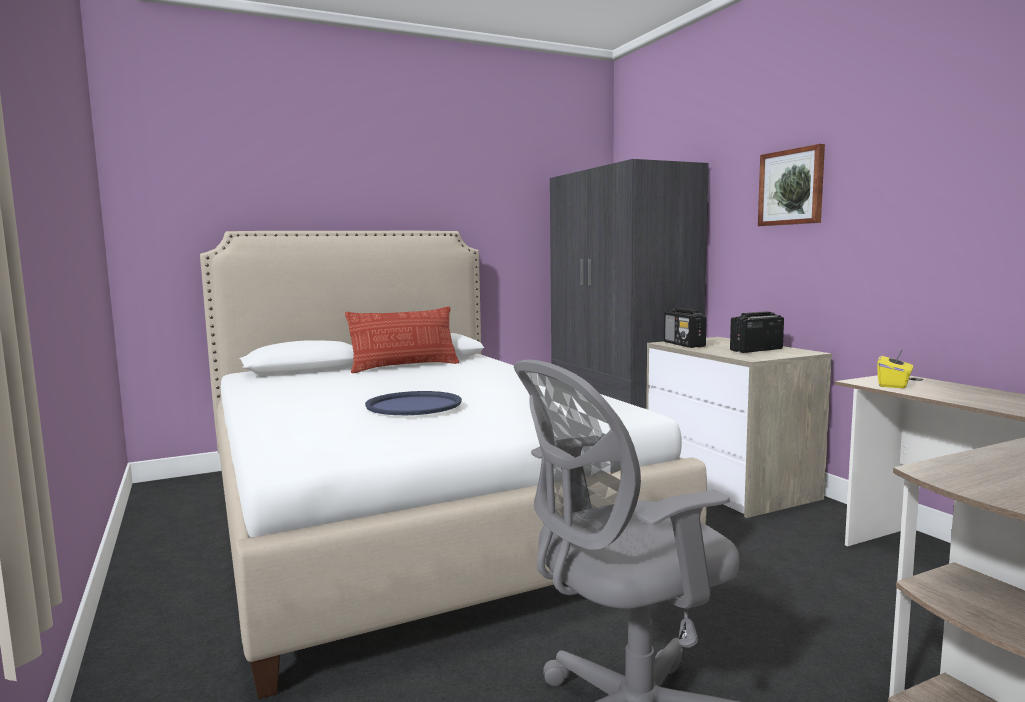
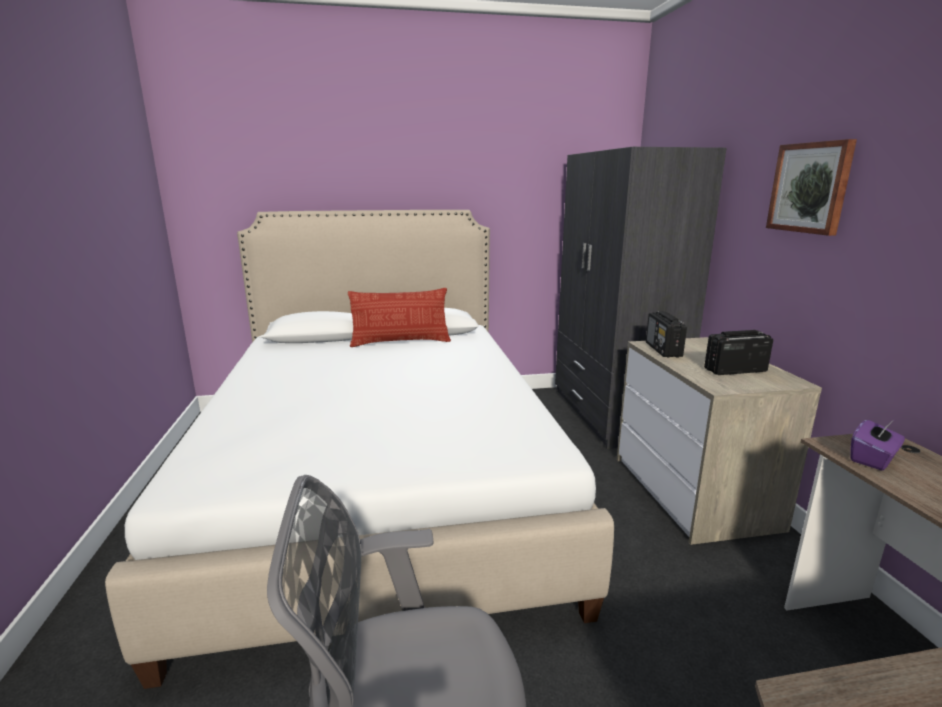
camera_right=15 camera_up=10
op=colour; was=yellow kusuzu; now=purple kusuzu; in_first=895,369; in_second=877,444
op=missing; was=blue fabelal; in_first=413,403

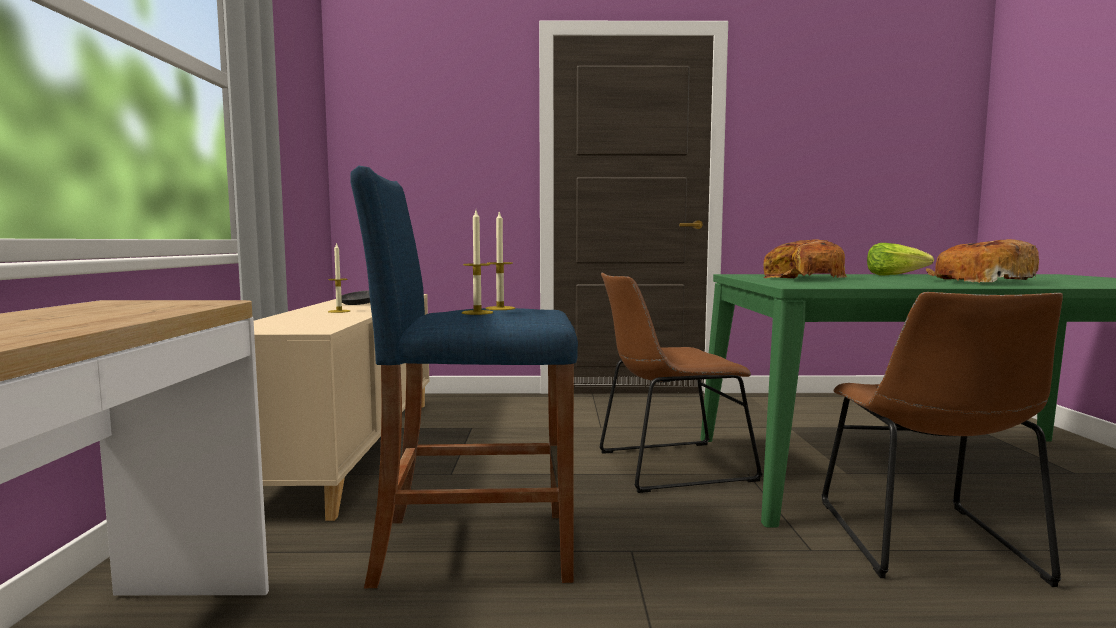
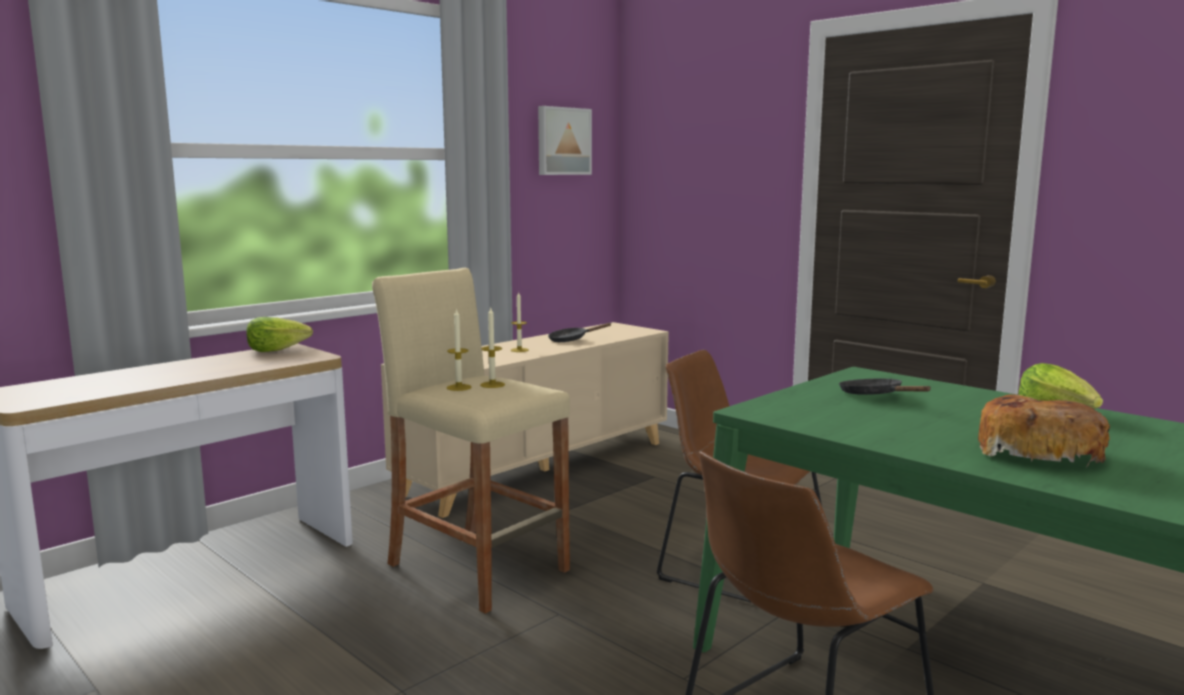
camera_right=45 camera_up=5
op=colour; was=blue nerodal; now=beige nerodal; in_first=464,377; in_second=471,441
op=exchanged; was=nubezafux; now=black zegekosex; in_first=805,259; in_second=885,387
op=appeared; now=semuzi; in_second=565,140
op=appeared; now=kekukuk; in_second=279,334

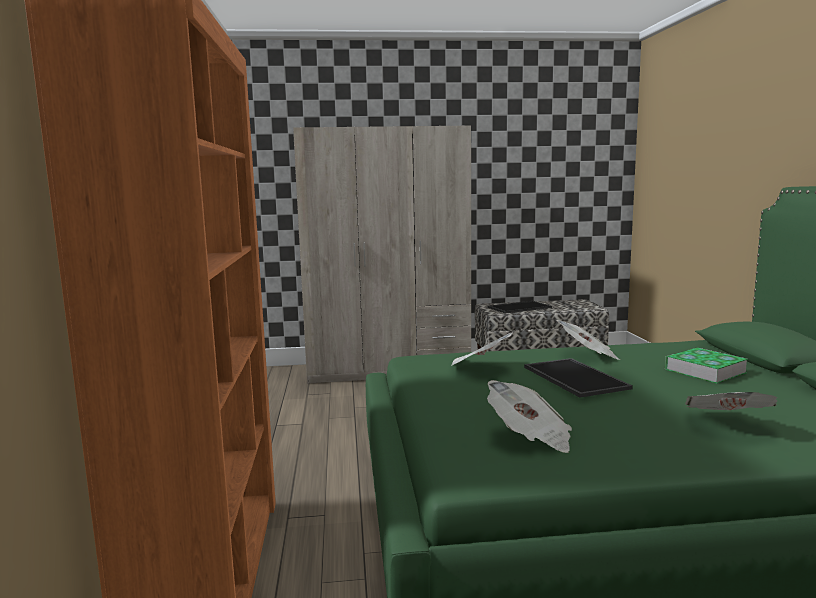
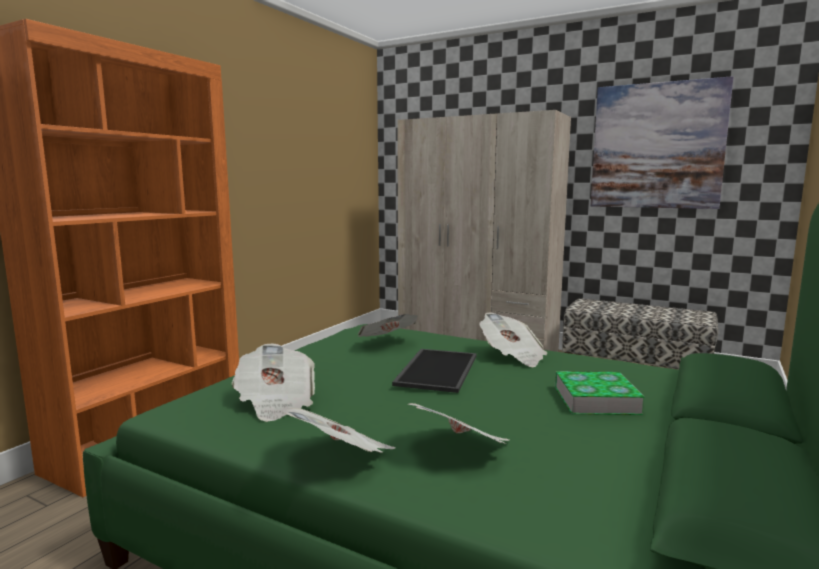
camera_right=35 camera_up=0
op=missing; was=fabelal; in_first=520,307
op=appeared; now=semuzi; in_second=661,142
op=appeared; now=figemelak; in_second=339,430

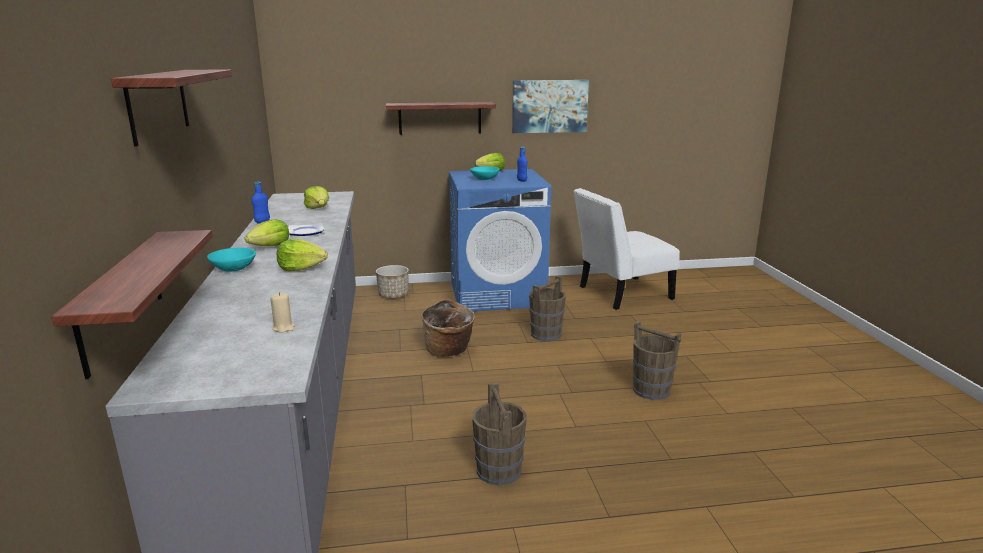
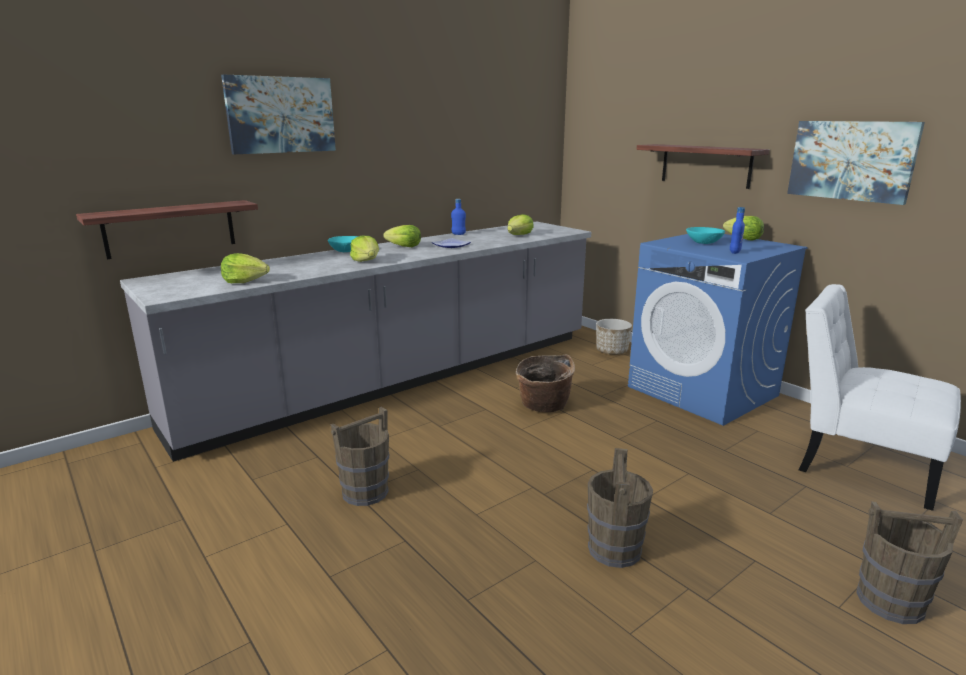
camera_right=60 camera_up=0
op=exchanged; was=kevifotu; now=semuzi; in_first=171,108; in_second=278,114
op=relocated; was=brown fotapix; in_first=547,308; in_second=909,562
op=exchanged; was=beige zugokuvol; now=kekukuk; in_first=282,312; in_second=245,268

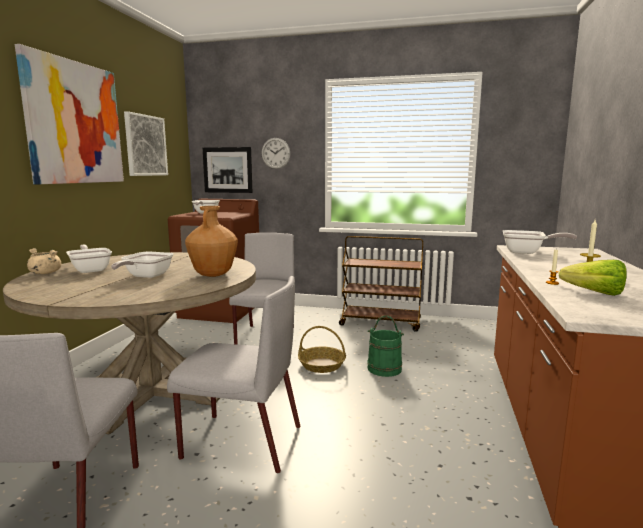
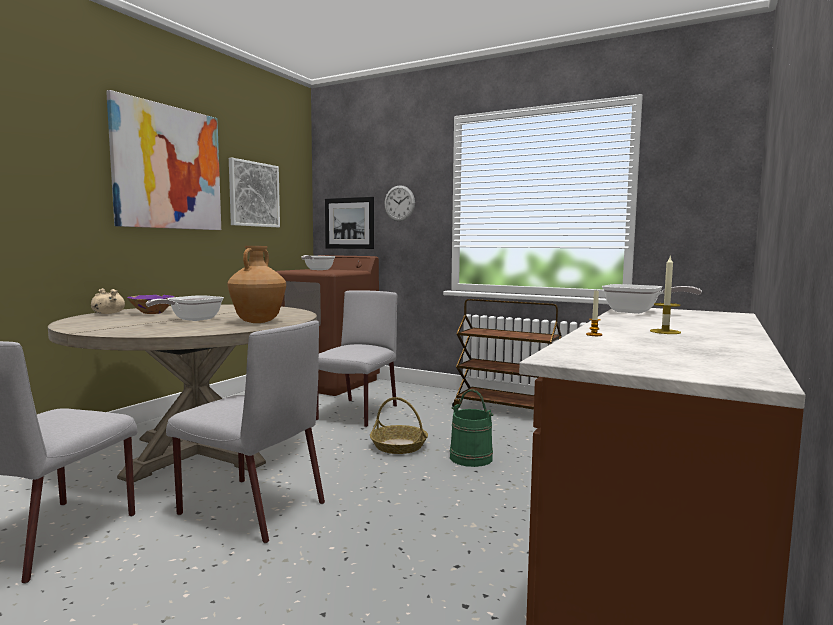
camera_right=15 camera_up=-5
op=exchanged; was=zegekosex; now=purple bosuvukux; in_first=89,259; in_second=151,304
op=missing; was=kekukuk; in_first=593,278

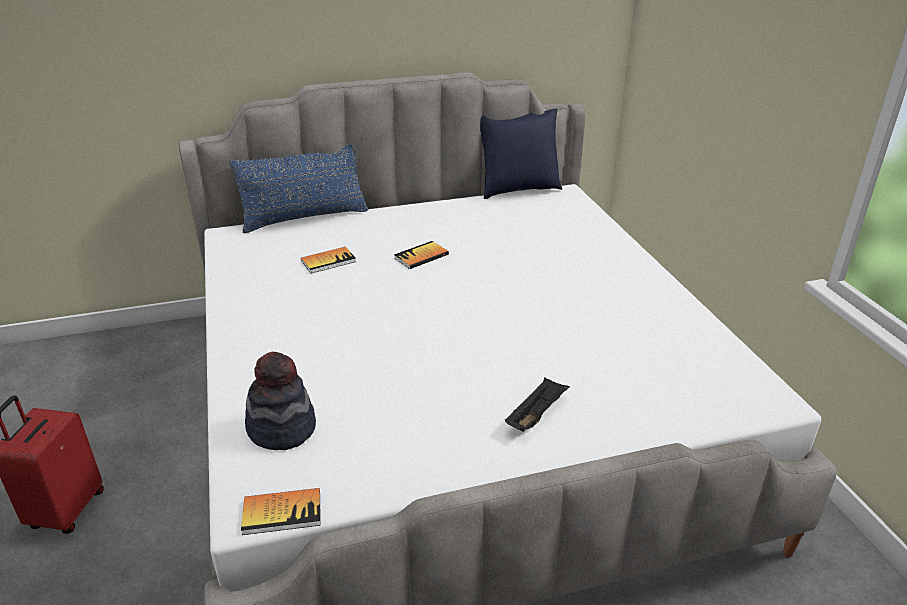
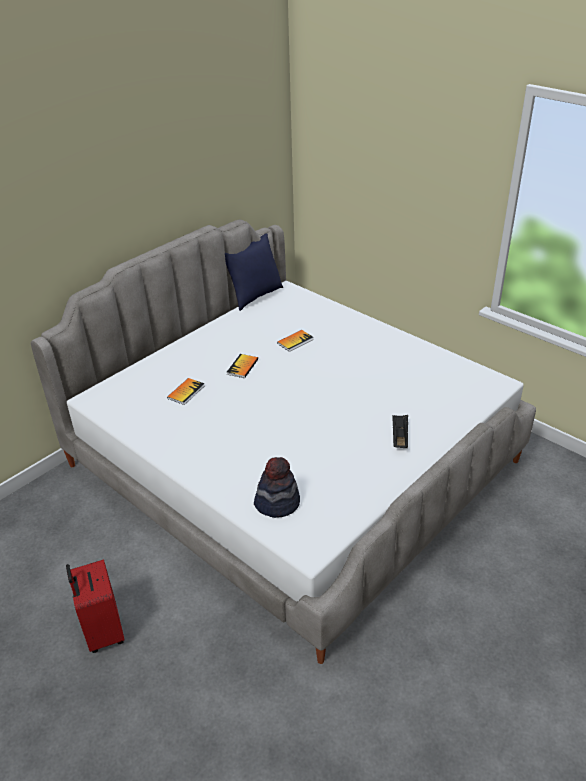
camera_right=-30 camera_up=5
op=missing; was=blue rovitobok; in_first=298,188
op=relocated; was=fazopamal; in_first=281,511; in_second=295,341

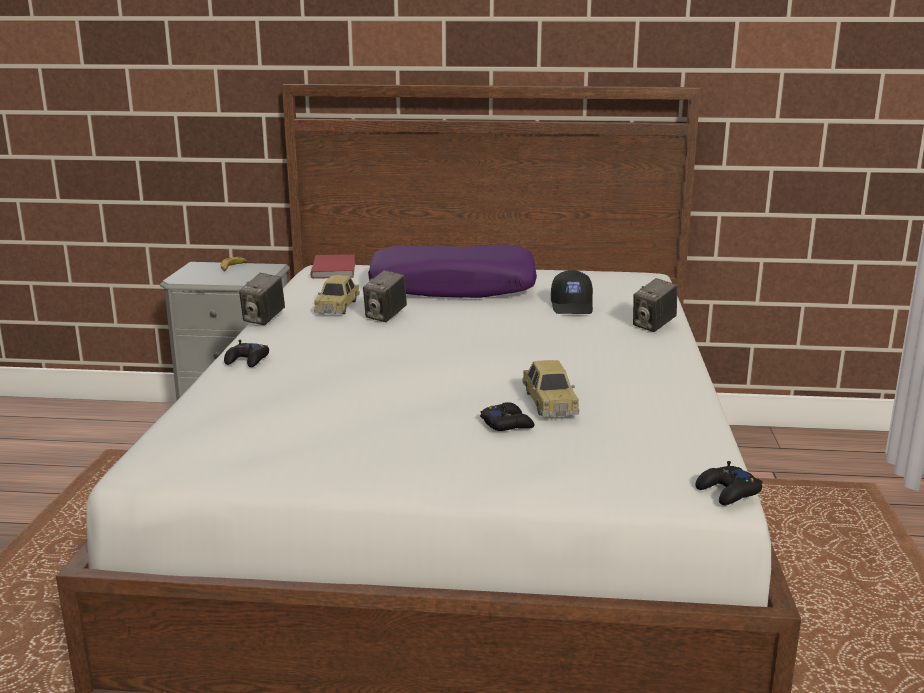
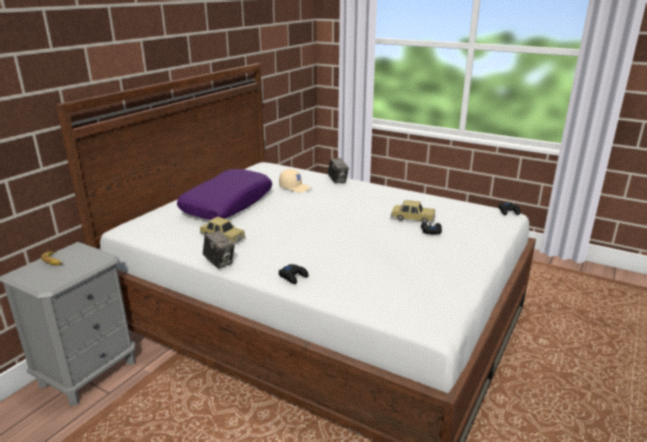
camera_right=-65 camera_up=5
op=missing; was=red fazopamal; in_first=332,266
op=missing; was=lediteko; in_first=385,296
op=colour; was=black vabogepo; now=beige vabogepo; in_first=572,292; in_second=295,180

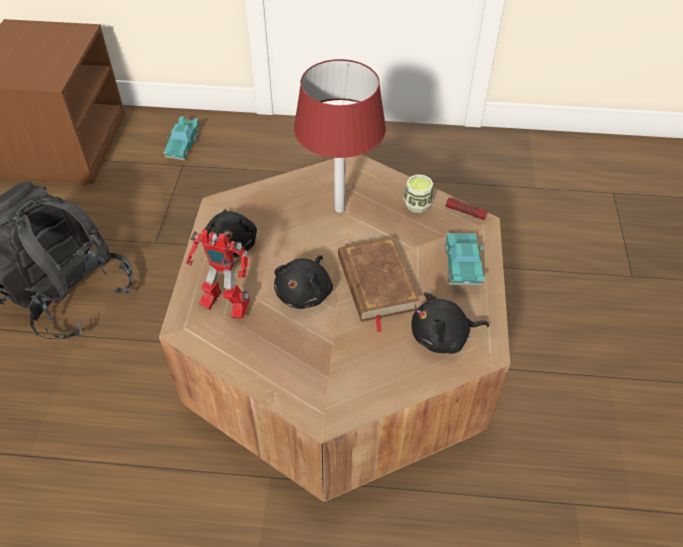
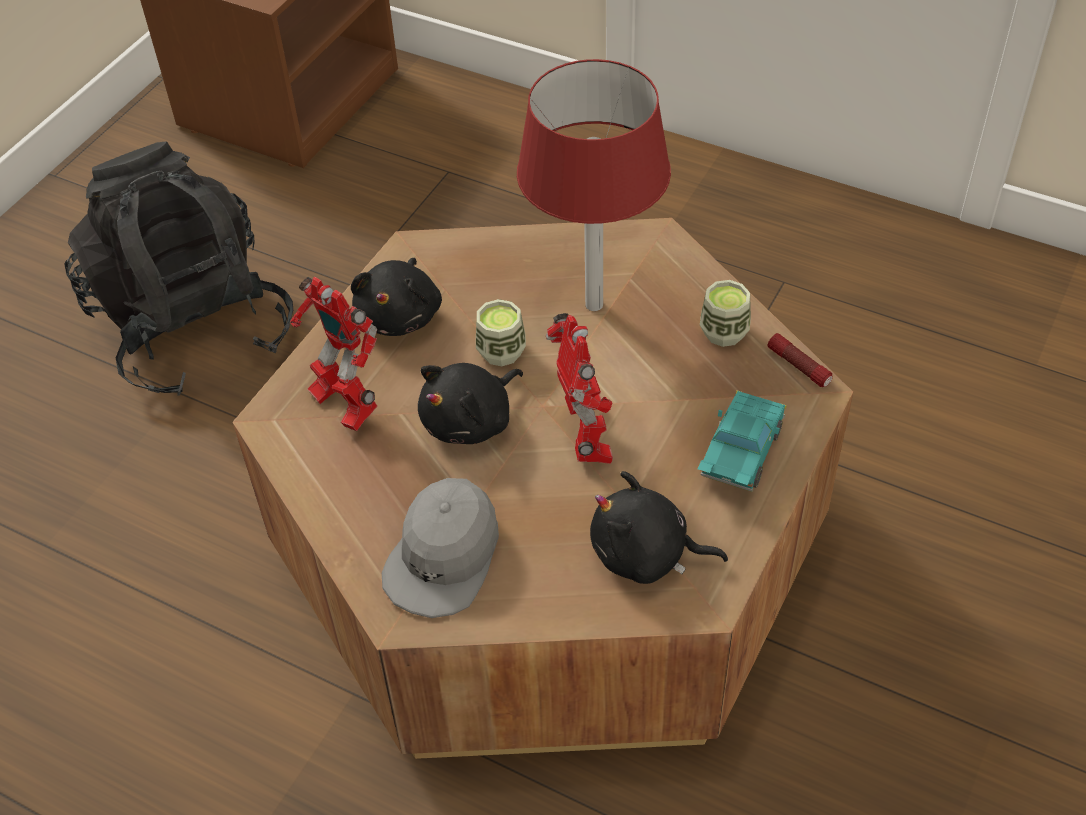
camera_right=25 camera_up=0
op=missing; was=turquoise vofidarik; in_first=181,138
op=exchanged; was=brown fazopamal; now=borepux; in_first=378,284; in_second=579,388
op=appeared; now=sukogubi; in_second=501,332
op=appeared; now=grey vabogepo; in_second=440,548

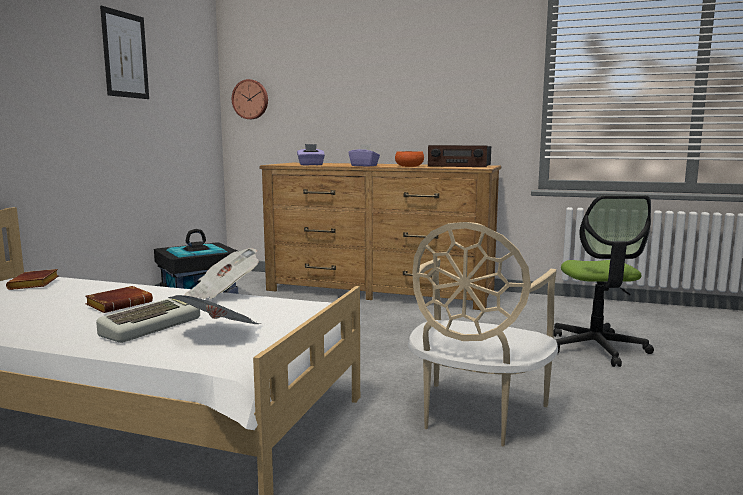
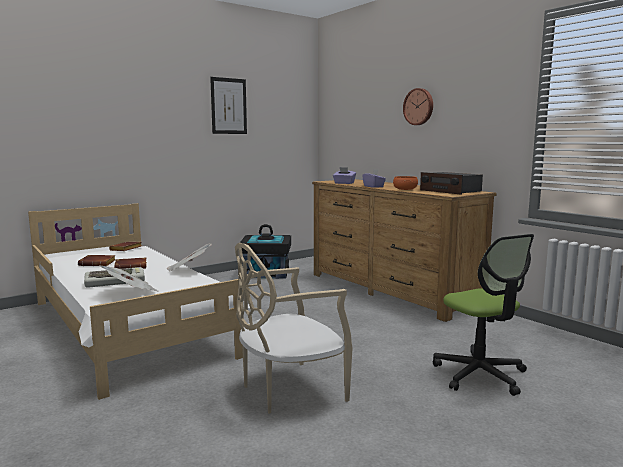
camera_right=35 camera_up=0
op=relocated; was=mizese; in_first=250,99; in_second=418,106
op=spun; was=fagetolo; in_first=603,281; in_second=483,315; clockwise=-60
op=appeared; now=brown fazopamal; in_second=96,260

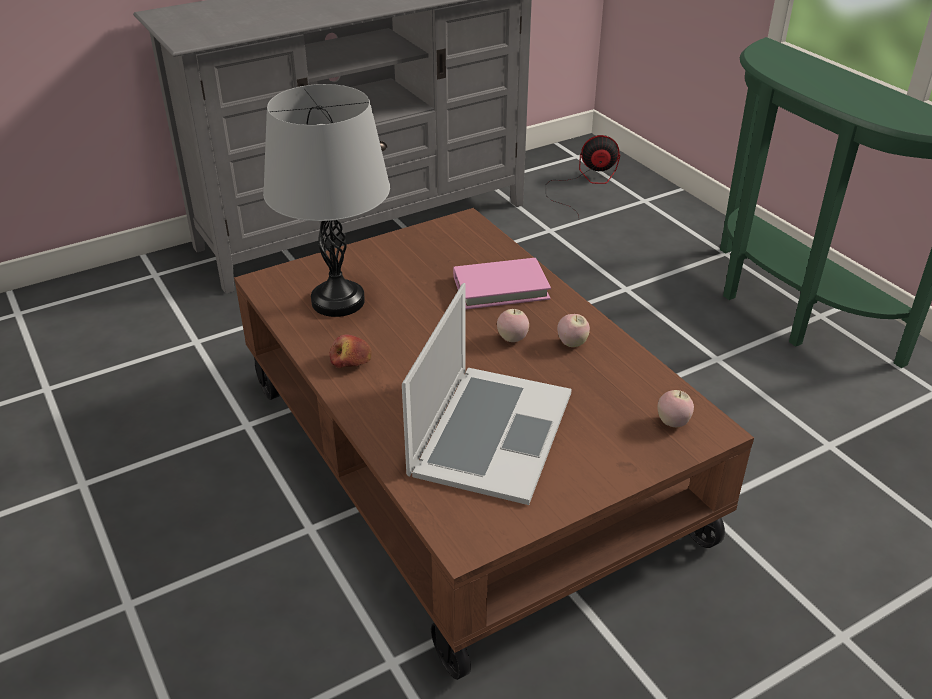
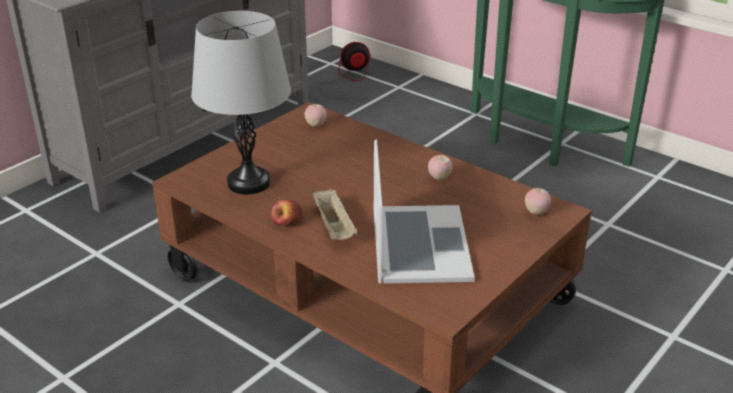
camera_right=-20 camera_up=-5
op=missing; was=pink fazopamal; in_first=502,283
op=relocated; was=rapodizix; in_first=513,325; in_second=315,114
op=appeared; now=beige fabelal; in_second=334,214

